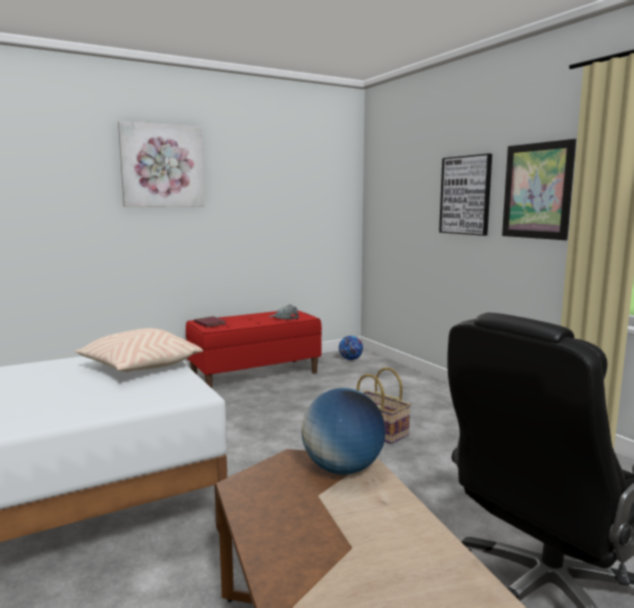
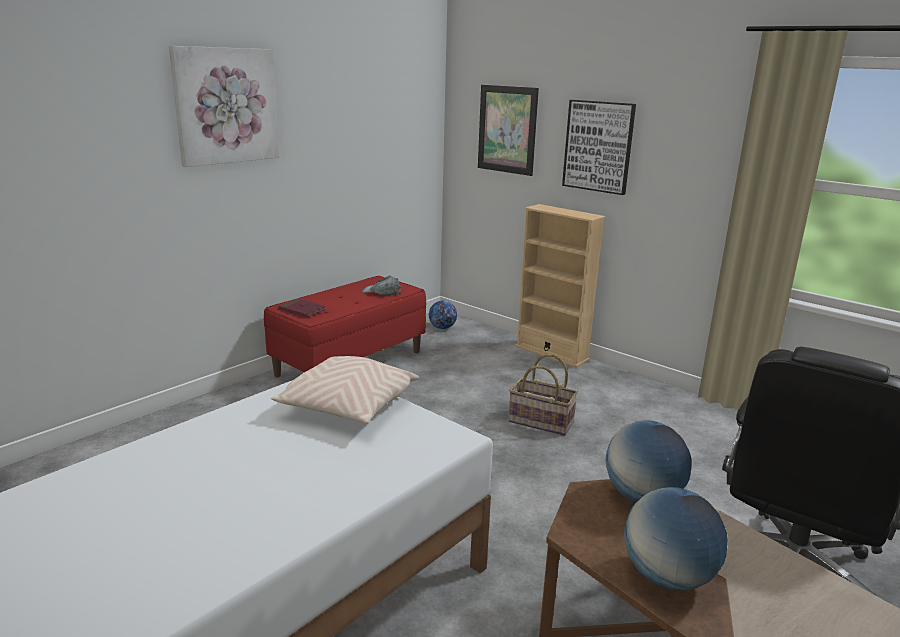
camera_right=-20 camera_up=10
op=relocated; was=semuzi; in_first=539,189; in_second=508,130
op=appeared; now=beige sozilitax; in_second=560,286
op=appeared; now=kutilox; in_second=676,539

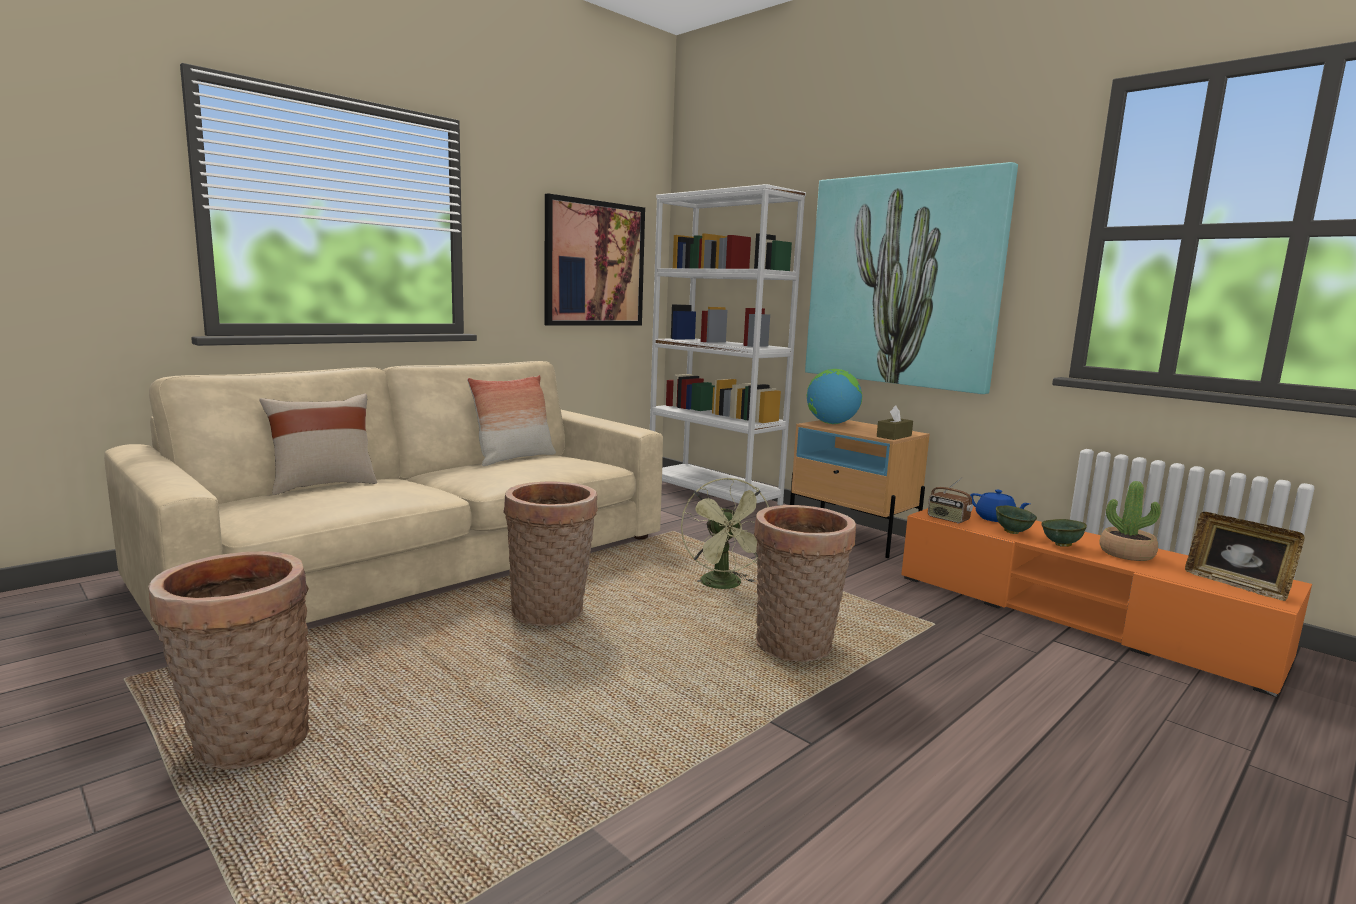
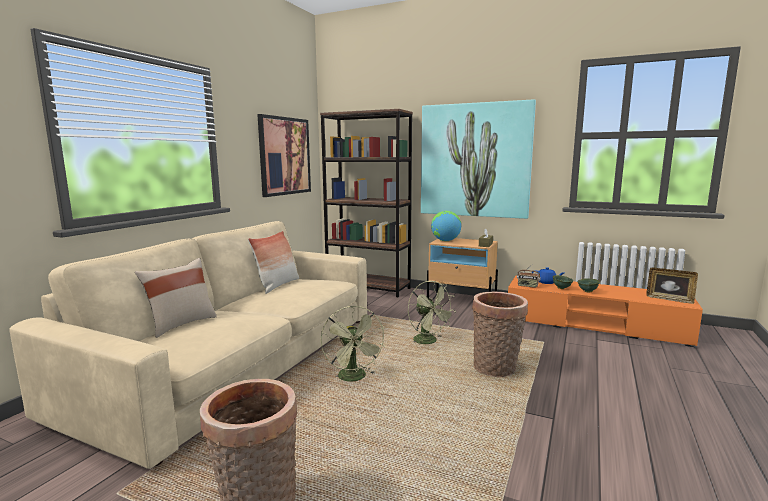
camera_right=-20 camera_up=0
op=colour; was=white sozilitax; now=brown sozilitax; in_first=728,344; in_second=366,203
op=exchanged; was=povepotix; now=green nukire; in_first=550,553; in_second=353,345
op=missing; was=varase; in_first=1130,521

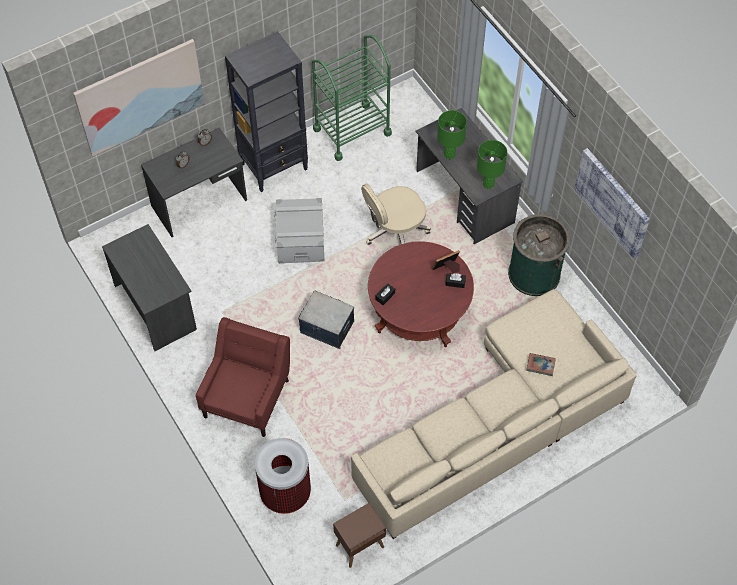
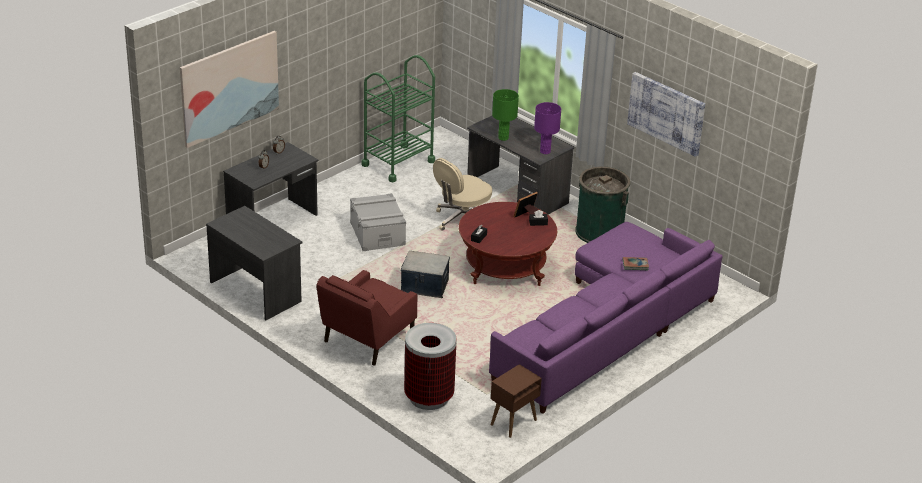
camera_right=-15 camera_up=-25
op=missing; was=black sozilitax; in_first=266,111
op=colour; was=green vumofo; now=purple vumofo; in_first=492,164; in_second=547,128
op=colour; was=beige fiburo; now=purple fiburo; in_first=494,414; in_second=606,318
op=spun; was=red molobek; in_first=243,377; in_second=367,318; clockwise=-150

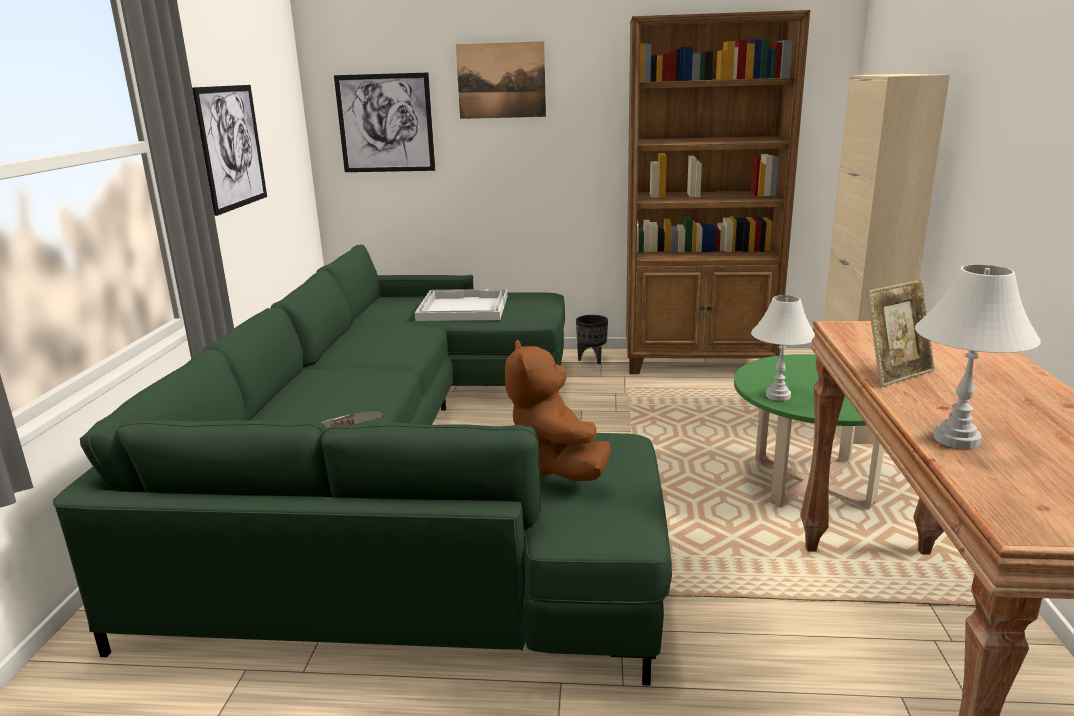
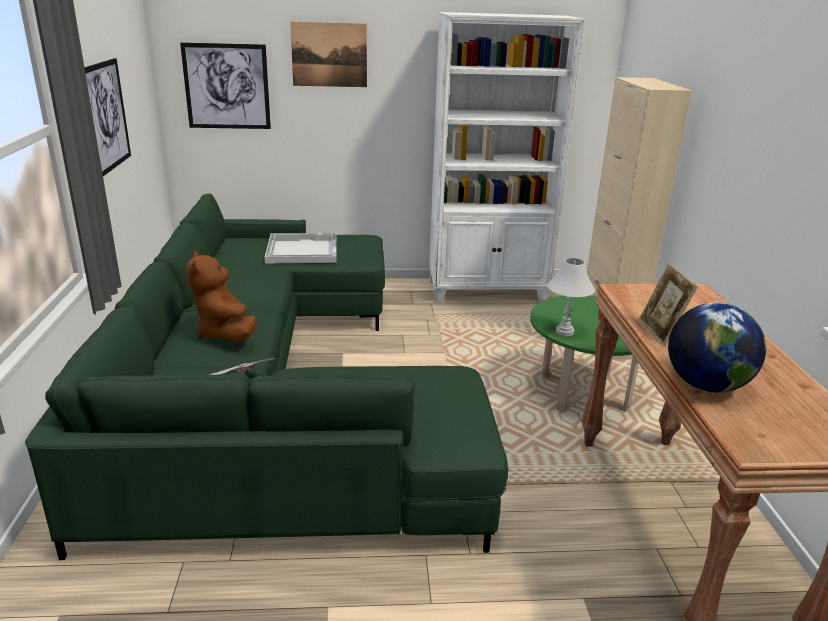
camera_right=-10 camera_up=5
op=colour; was=brown sozilitax; now=white sozilitax; in_first=718,192; in_second=507,157
op=exchanged; was=white vumofo; now=kutilox; in_first=978,356; in_second=717,347
op=spun; was=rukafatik; in_first=901,333; in_second=668,304; clockwise=120
op=missing; was=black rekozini; in_first=592,339
op=relocated; was=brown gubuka; in_first=558,410; in_second=222,296

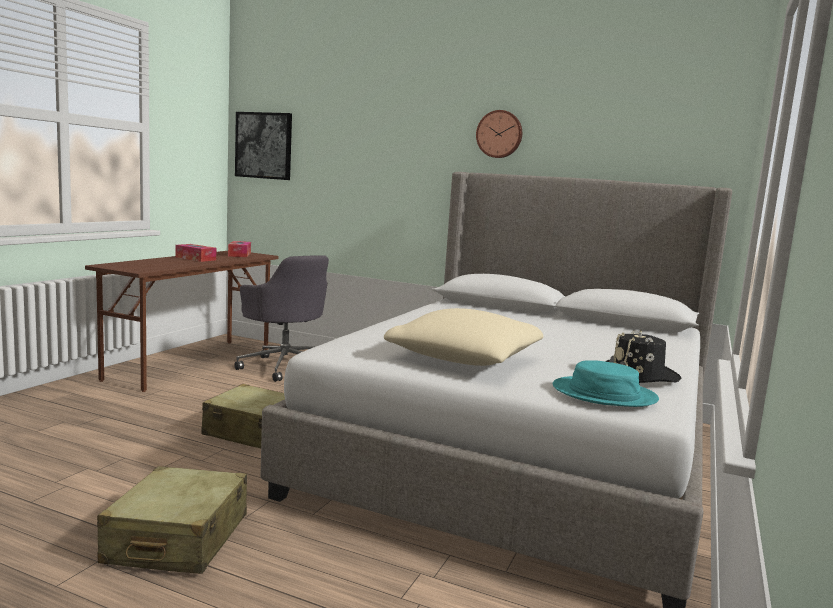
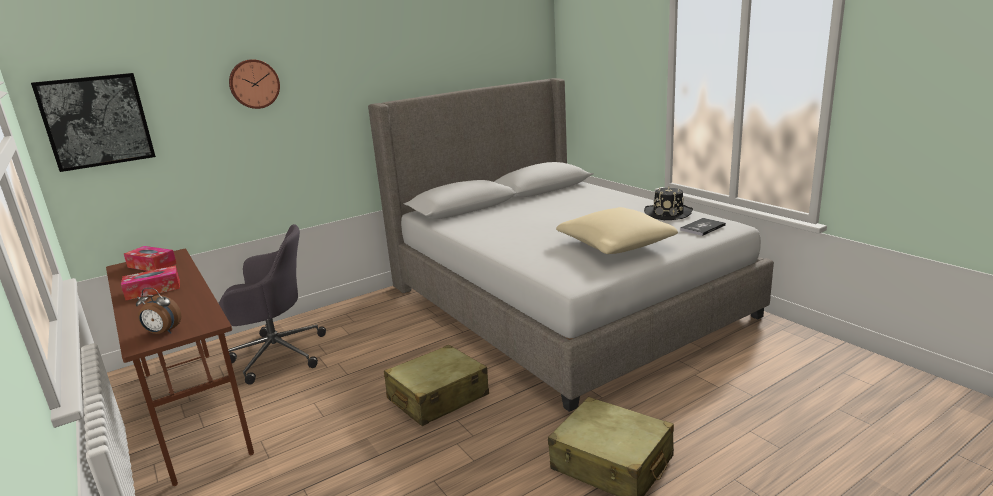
camera_right=-55 camera_up=10
op=relocated; was=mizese; in_first=499,134; in_second=254,84
op=exchanged; was=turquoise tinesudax; now=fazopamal; in_first=606,383; in_second=703,227
op=appeared; now=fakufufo; in_second=158,311

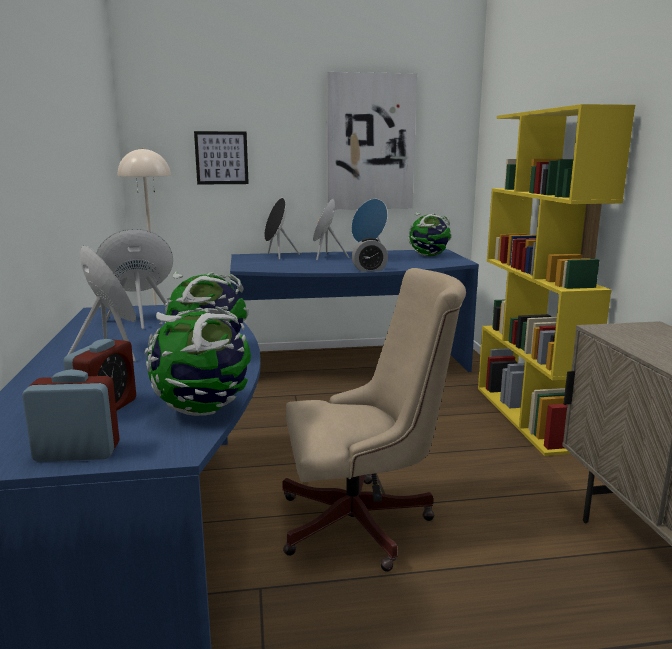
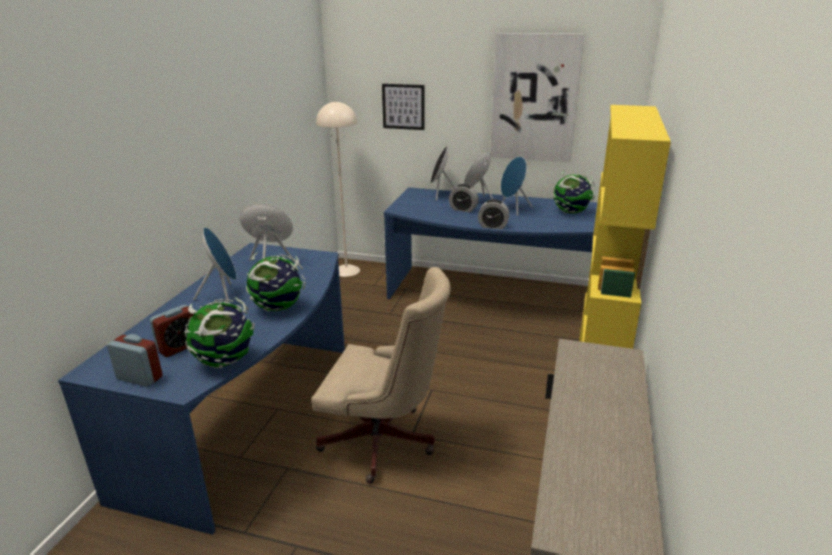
camera_right=25 camera_up=10
op=appeared; now=fakufufo; in_second=464,198

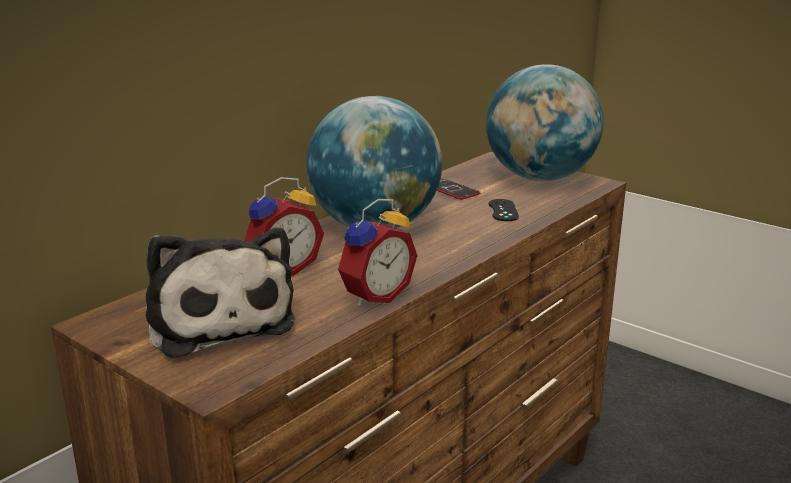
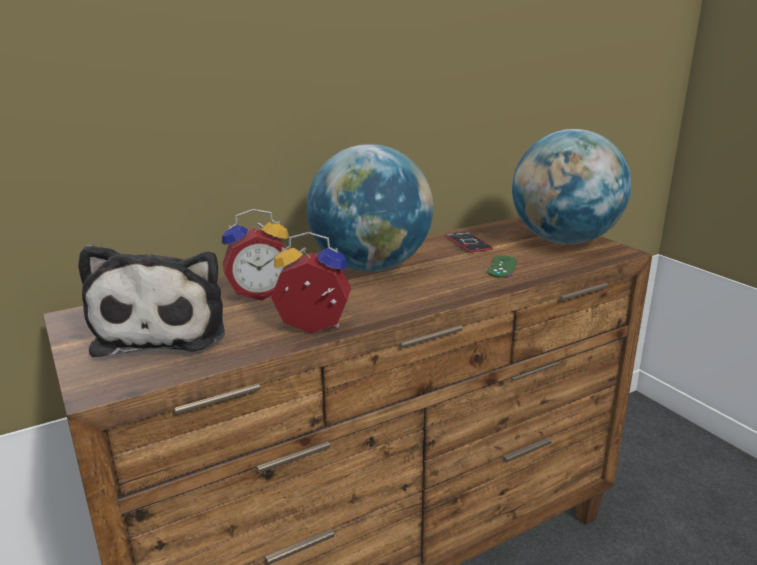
camera_right=20 camera_up=0
op=spun; was=fakufufo; in_first=378,253; in_second=311,283; clockwise=-150
op=colour; was=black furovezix; now=green furovezix; in_first=504,210; in_second=502,267

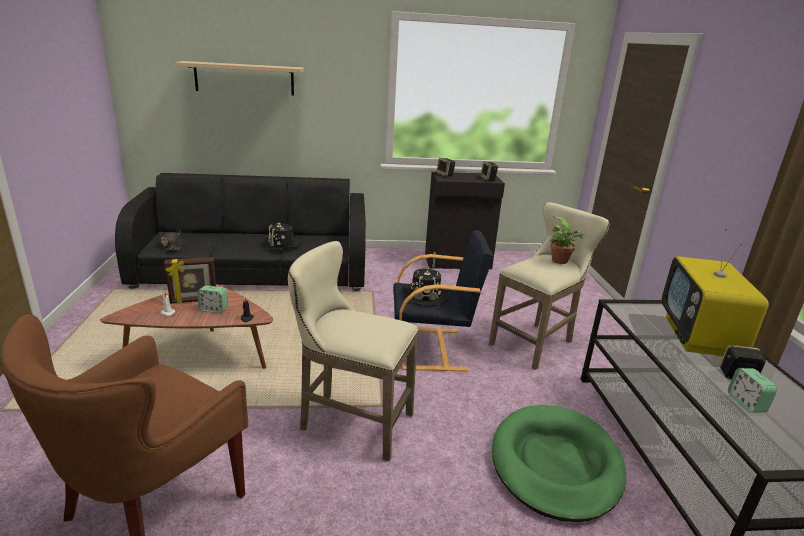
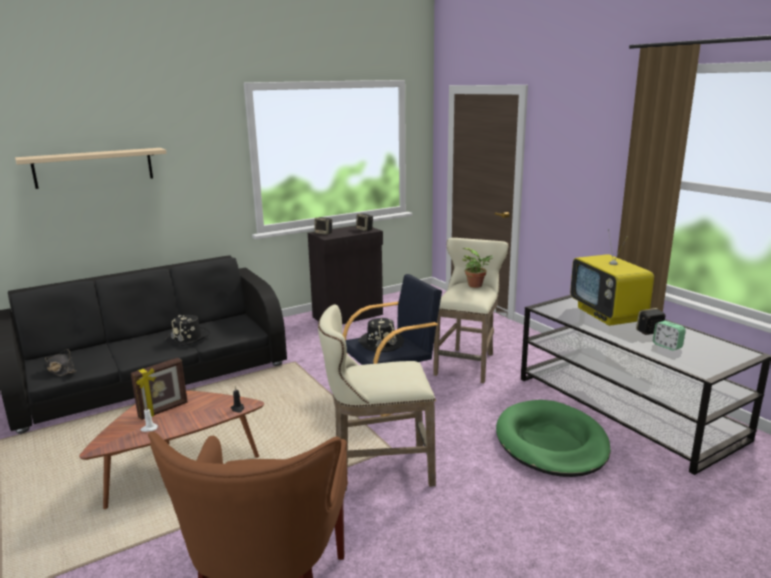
camera_right=-25 camera_up=-5
op=missing; was=fakufufo; in_first=212,299

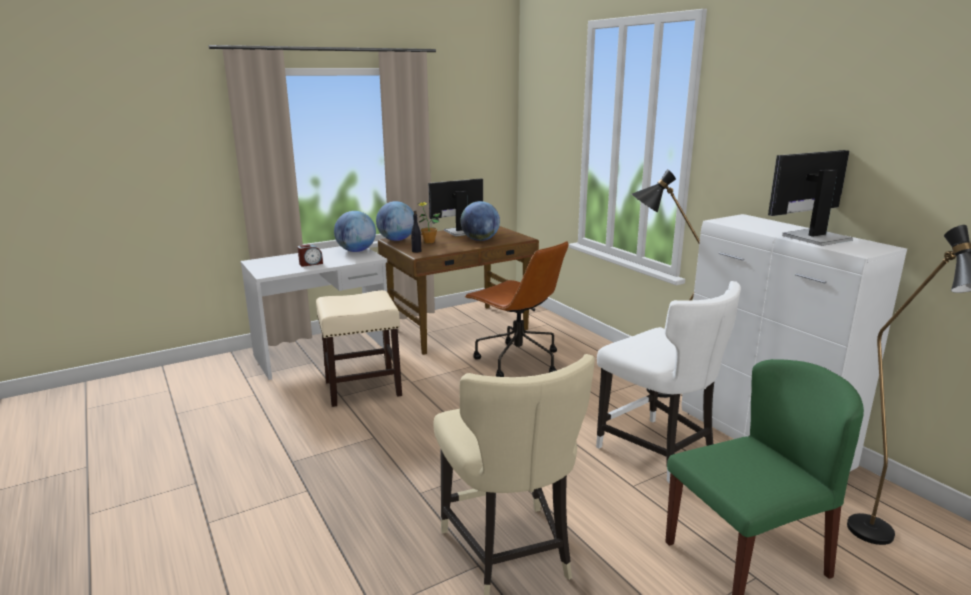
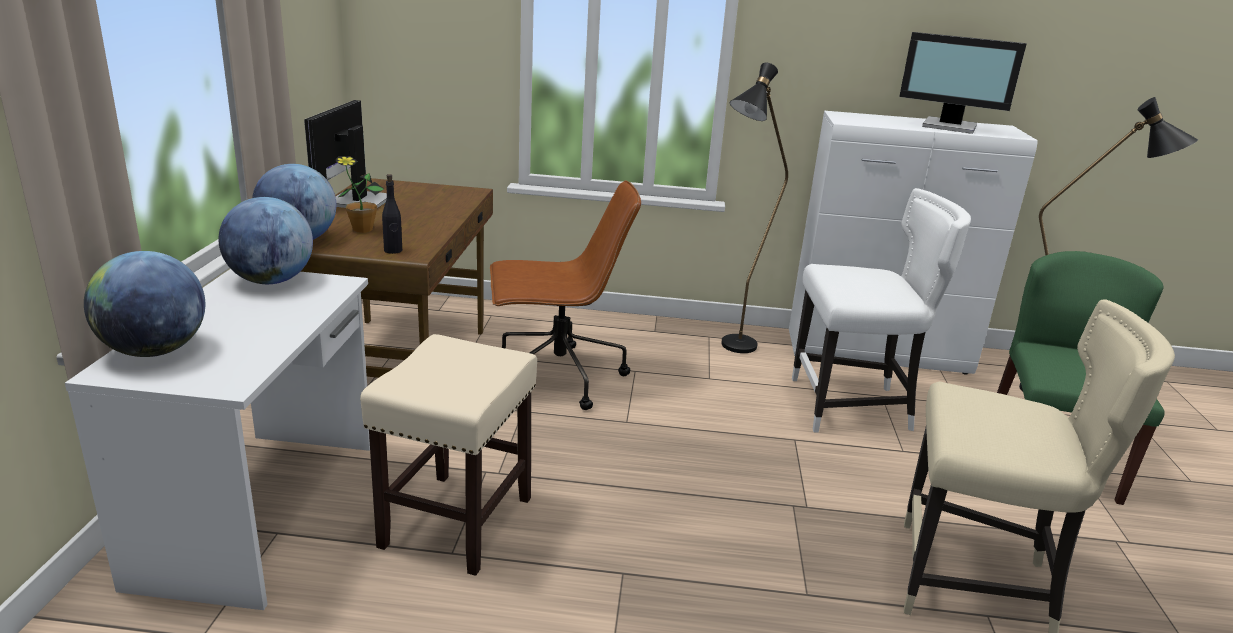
camera_right=-55 camera_up=5
op=spun; was=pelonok; in_first=810,198; in_second=963,83; clockwise=-75
op=relocated; was=kutilox; in_first=480,221; in_second=144,304
op=missing; was=fakufufo; in_first=310,255

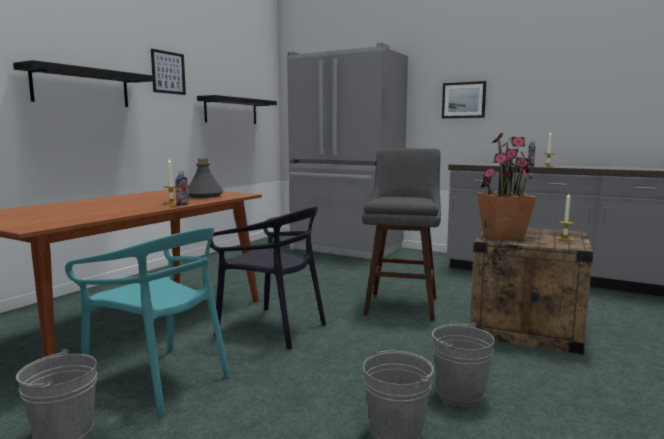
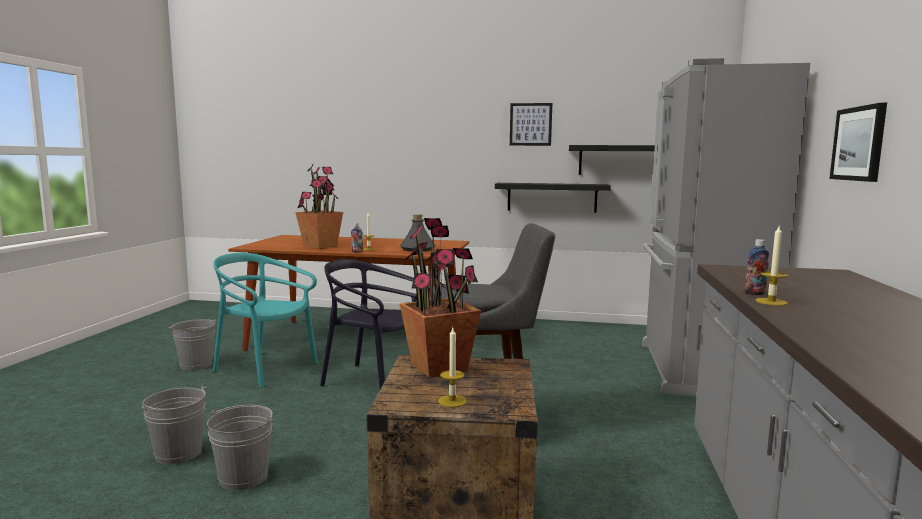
camera_right=70 camera_up=0
op=relocated; was=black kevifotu; in_first=83,83; in_second=553,198
op=spun; was=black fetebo; in_first=268,278; in_second=368,324; clockwise=105
op=spun; was=turquoise fetebo; in_first=147,322; in_second=265,320; clockwise=105
op=appeared; now=varase; in_second=319,206

